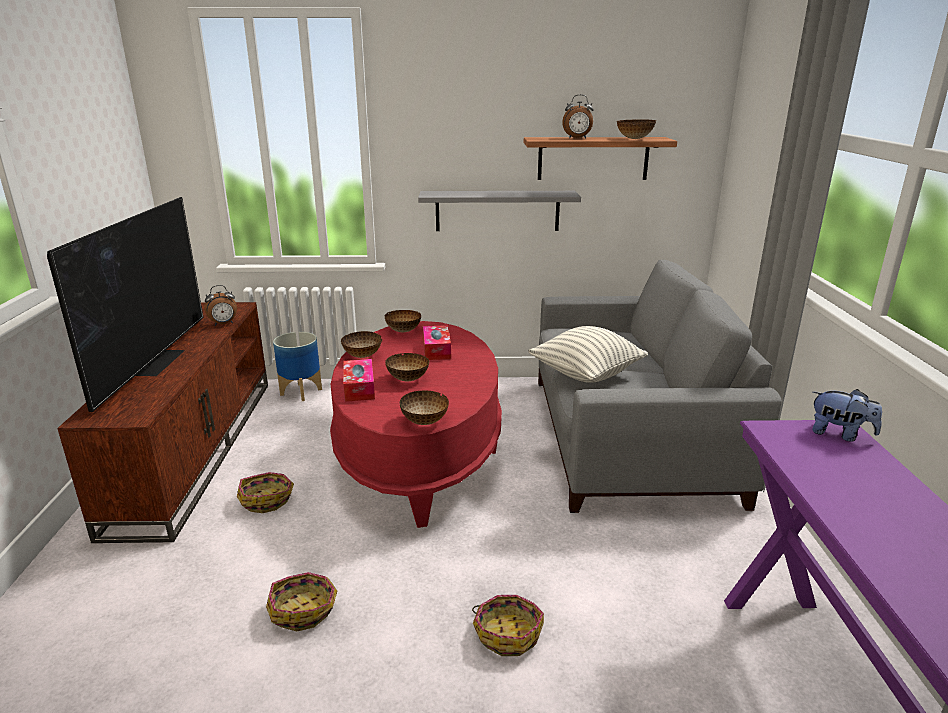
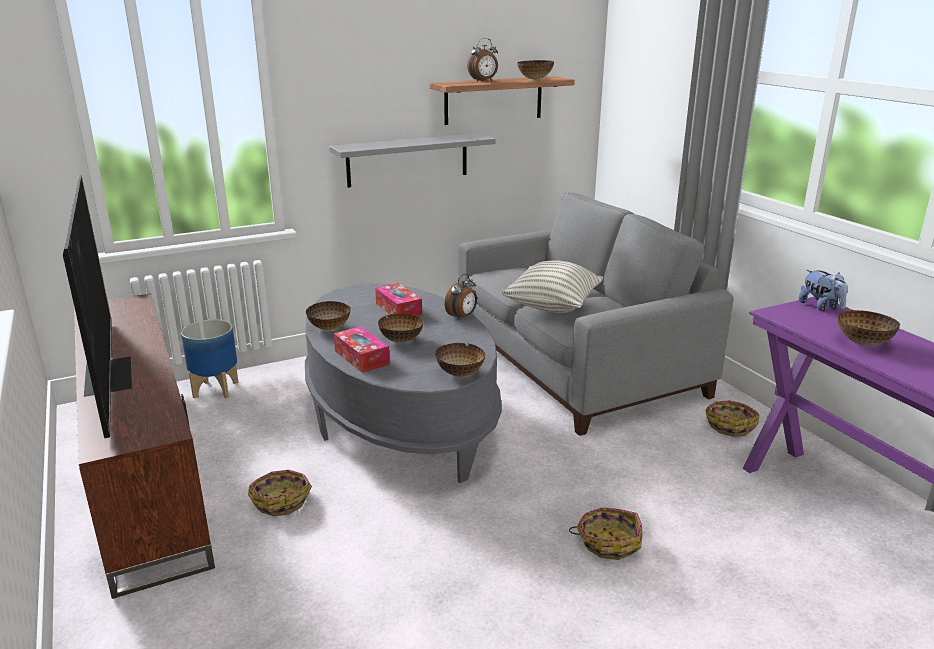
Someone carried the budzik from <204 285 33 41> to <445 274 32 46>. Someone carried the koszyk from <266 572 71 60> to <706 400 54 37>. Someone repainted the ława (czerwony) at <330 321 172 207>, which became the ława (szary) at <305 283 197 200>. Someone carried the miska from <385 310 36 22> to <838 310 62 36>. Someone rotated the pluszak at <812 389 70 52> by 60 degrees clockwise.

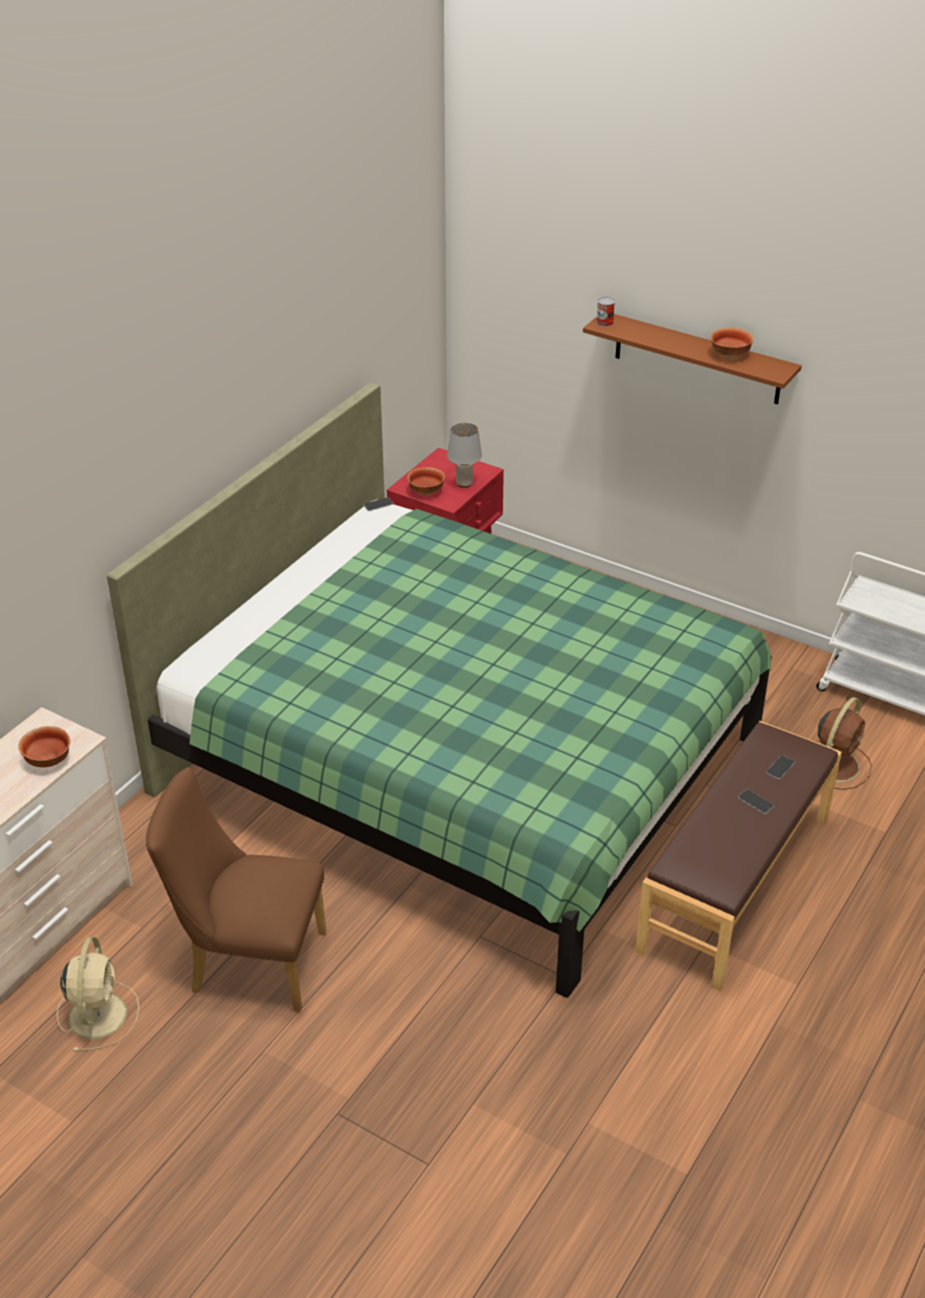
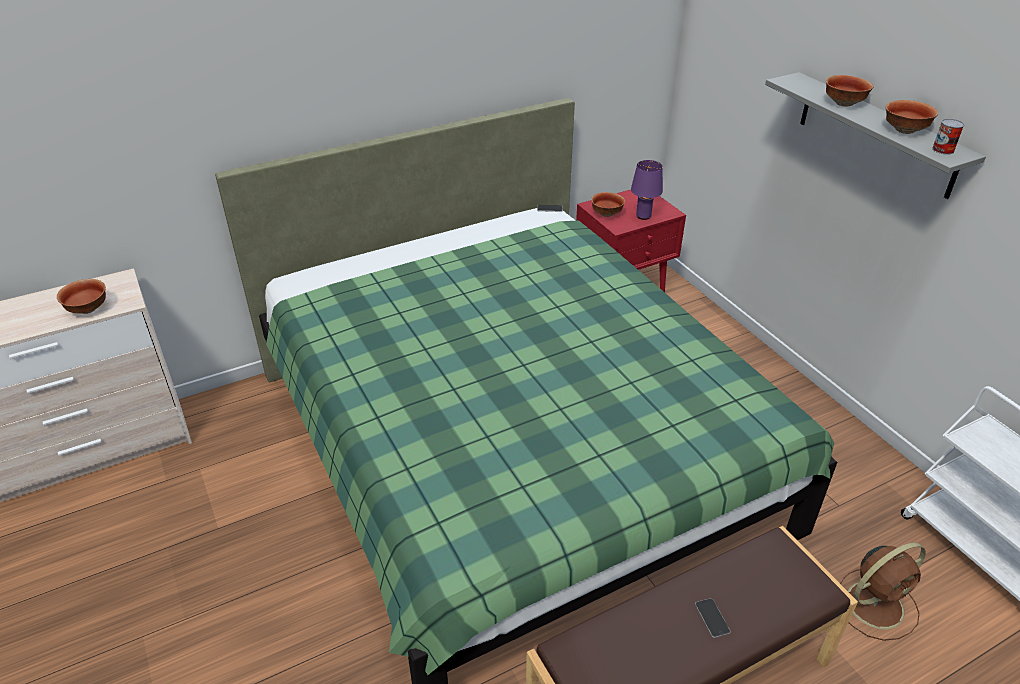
Someone took away the wentylator (beżowy) at <57 937 82 115>. Someone took away the krzesło (brązowy) at <146 767 181 245>. Someone repainted the lampa stołowa (szary) at <447 423 35 65>, which became the lampa stołowa (fioletowy) at <631 160 32 60>. Someone repainted the półka (brązowy) at <583 314 219 90>, which became the półka (szary) at <765 72 221 127>. Someone carried the puszka from <596 297 19 30> to <932 119 32 36>. Someone took away the telefon at <766 755 29 24>. Someone put down the miska at <826 75 47 31>.

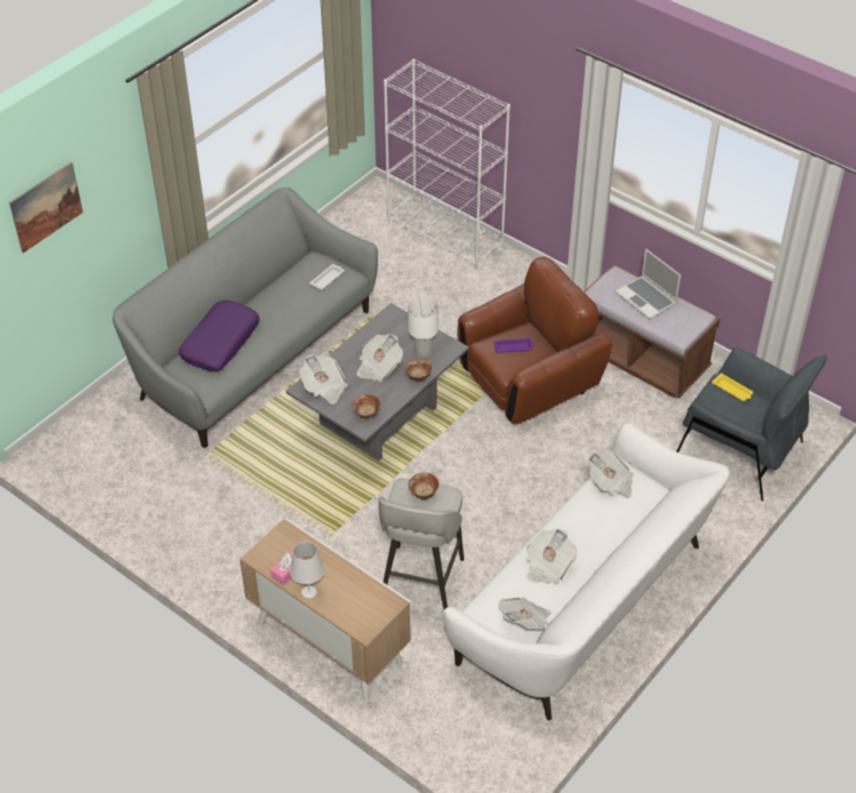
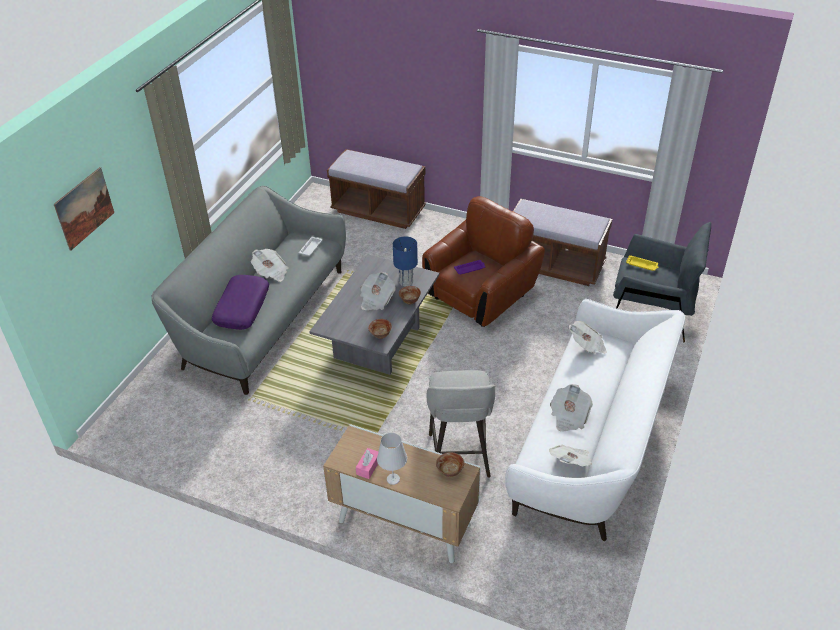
Someone carried the gazeta from <299 355 49 49> to <251 249 38 33>. Someone swapped the regał (biały) at <384 59 126 211> for the ławka (brązowy) at <327 149 99 80>. Someone repainted the lampa stołowa (biały) at <408 297 31 60>, which became the lampa stołowa (niebieski) at <393 236 25 50>. Someone carried the miska from <408 472 31 27> to <436 452 28 25>. Someone took away the laptop at <615 249 66 71>.

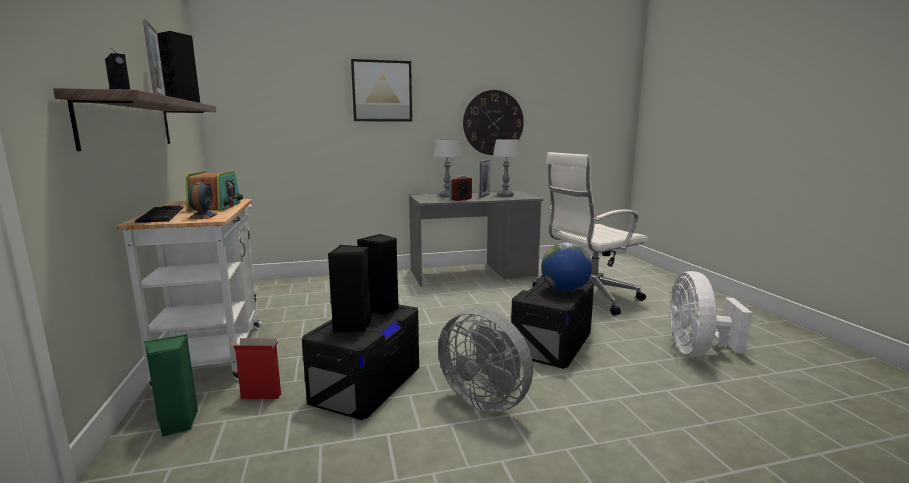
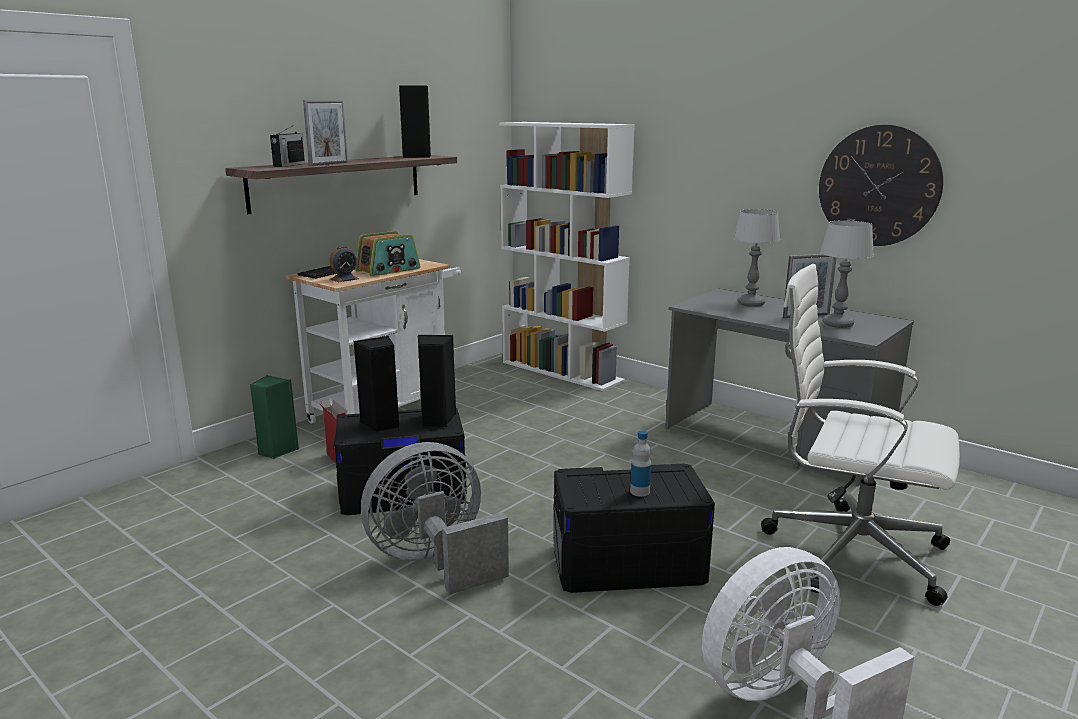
Someone took away the obraz at <351 59 61 63>. Someone rotated the wentylator (szary) at <438 308 95 105> by 60 degrees clockwise. Someone took away the budzik at <450 175 22 26>. Someone swapped the globus at <541 242 51 50> for the butelka at <630 430 21 67>. Someone put down the regał (biały) at <499 122 136 269>.

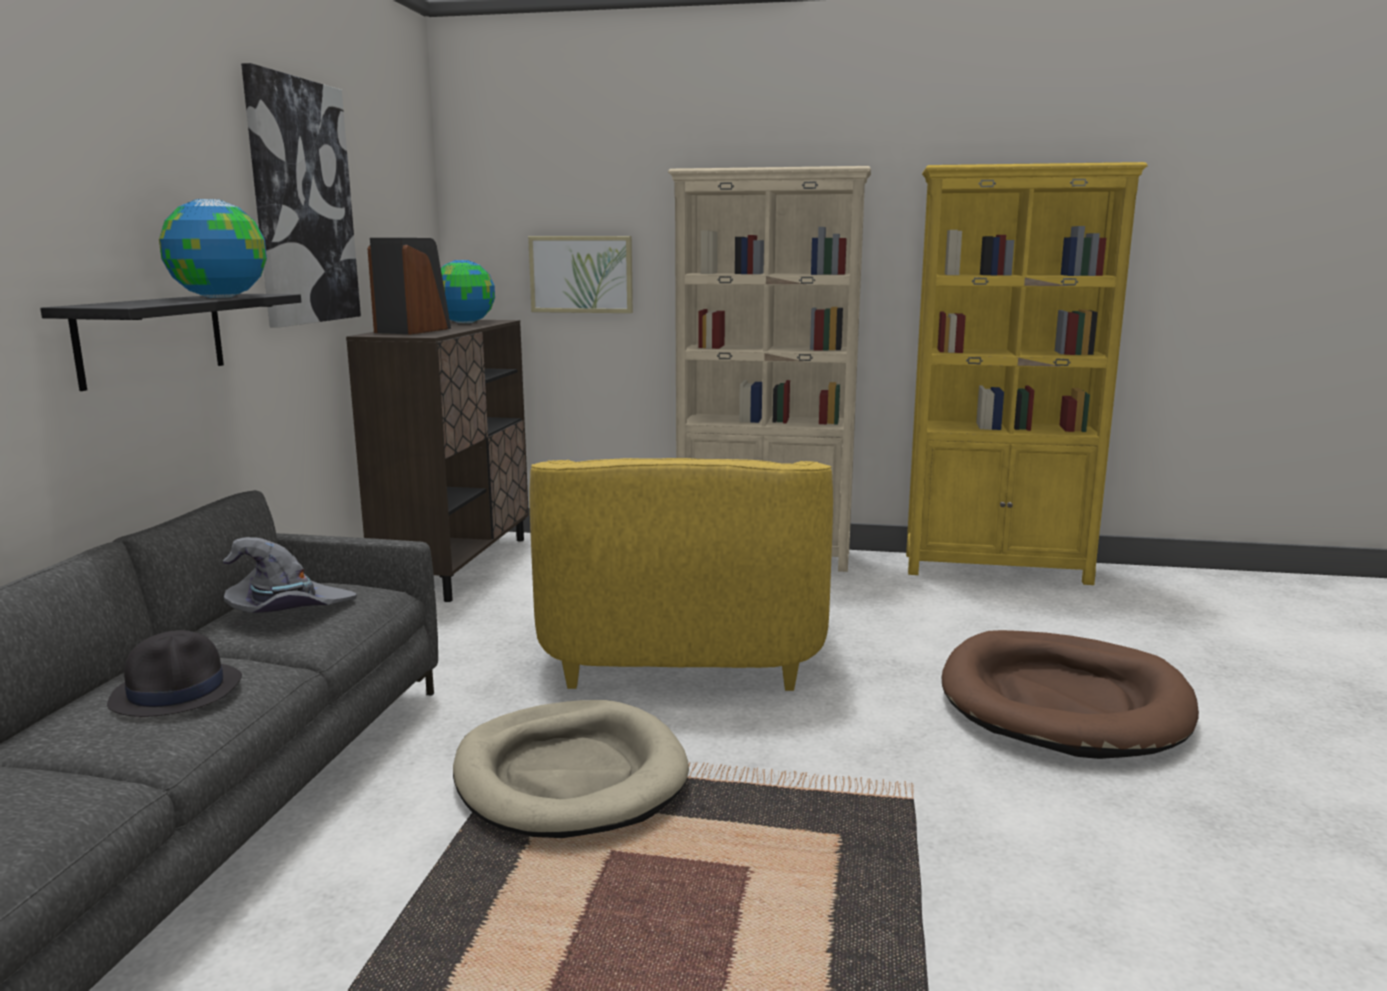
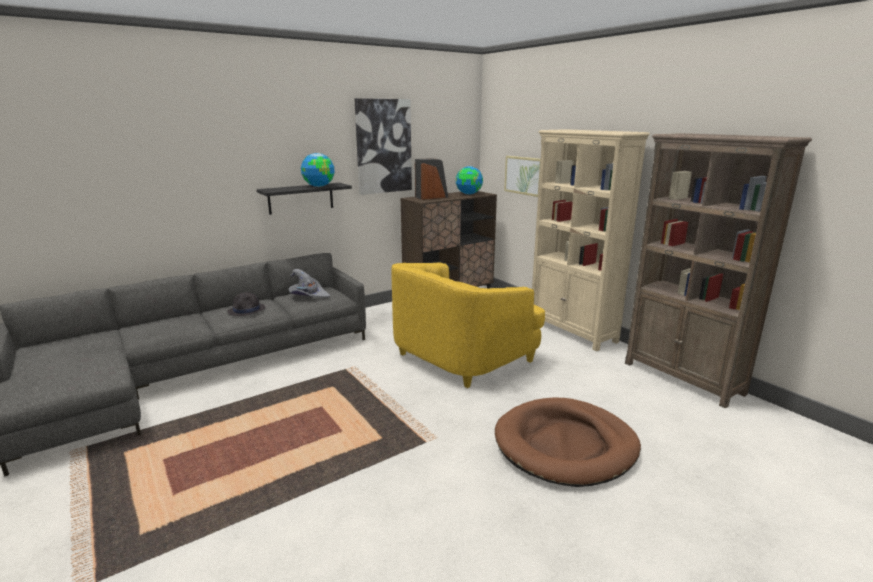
Someone took away the legowisko (beżowy) at <453 700 236 138>. Someone repainted the regał (żółty) at <906 162 242 423>, which became the regał (brązowy) at <625 133 187 275>.

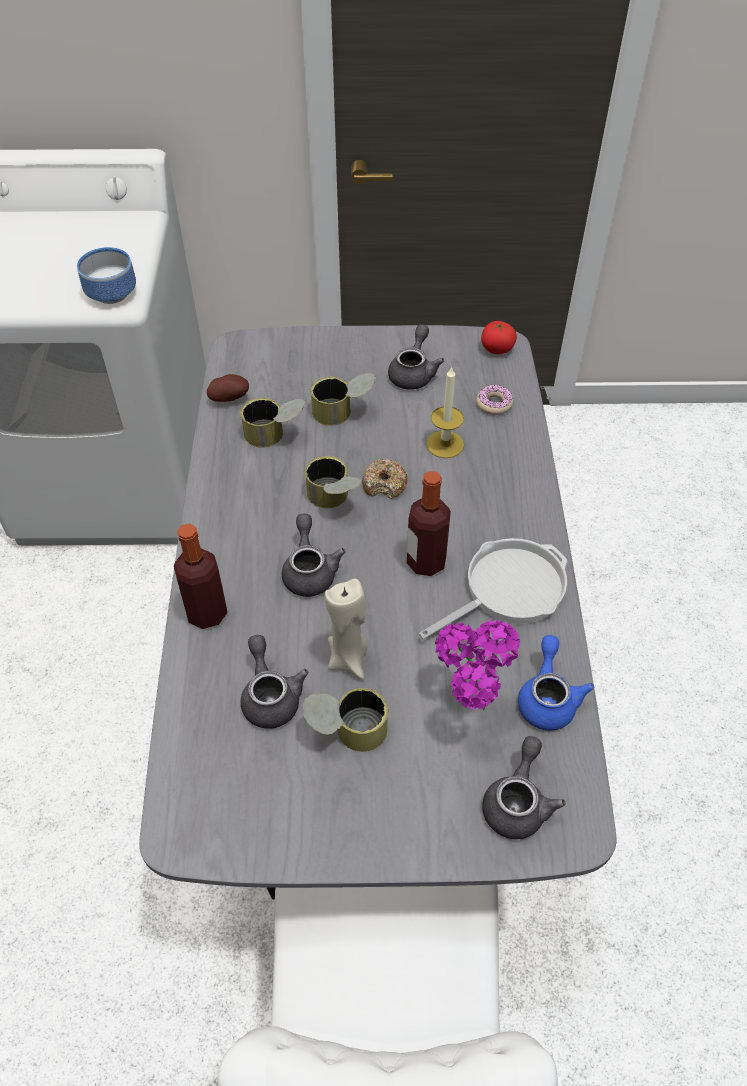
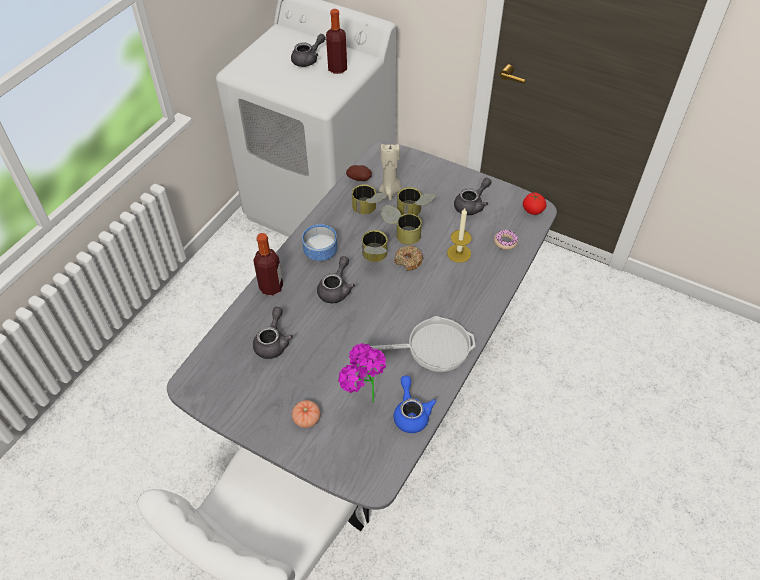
Someone carried the miska from <77 247 59 57> to <302 224 36 37>. Someone carried the puszka from <303 688 85 64> to <381 205 41 40>. Someone carried the świeca (beżowy) from <325 579 43 101> to <379 144 23 57>. Someone carried the butelka from <407 471 44 105> to <326 9 21 65>. Someone carried the imbryk (szary) from <482 736 84 103> to <291 34 35 33>. Someone rotated the imbryk (niebieski) at <518 635 76 96> by 45 degrees counterclockwise. Someone put down the pomidor at <292 400 29 28>.

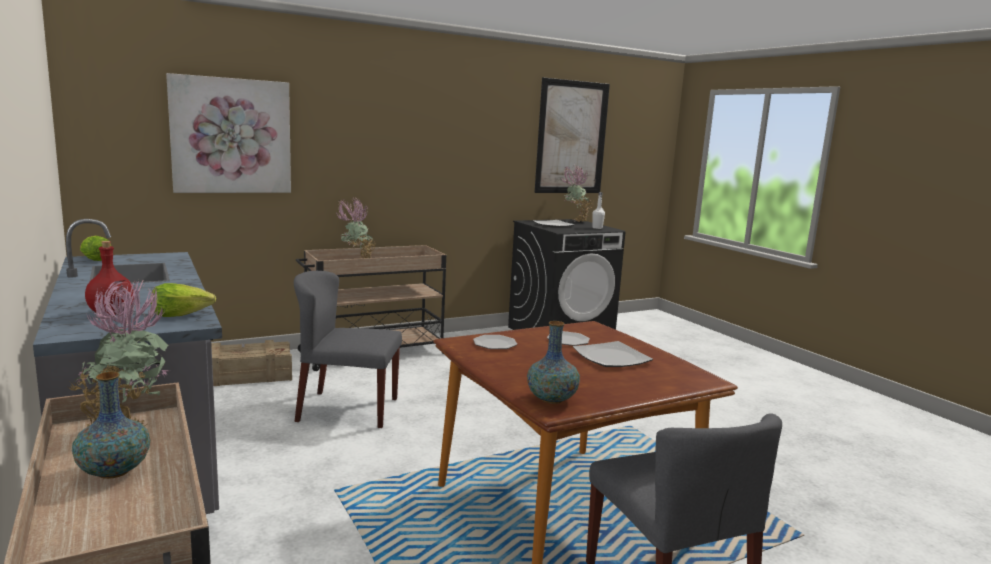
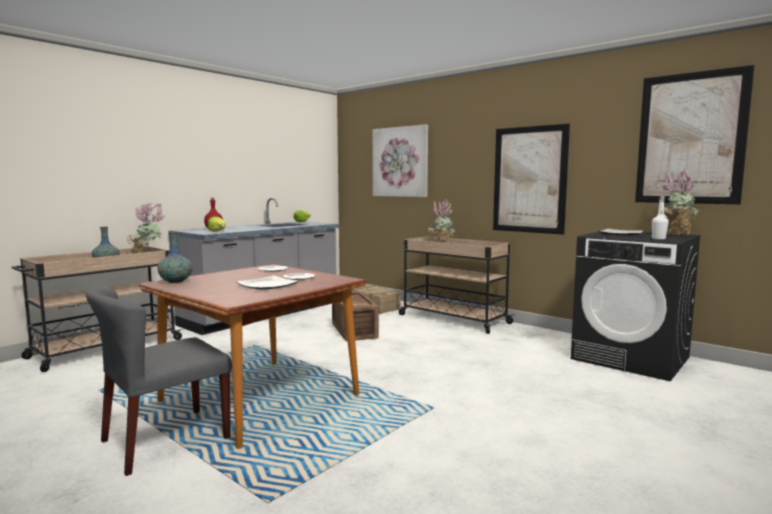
Someone swapped the krzesło (szary) at <294 271 108 157> for the skrzynka at <332 292 47 49>. Someone put up the obraz at <493 123 77 112>.

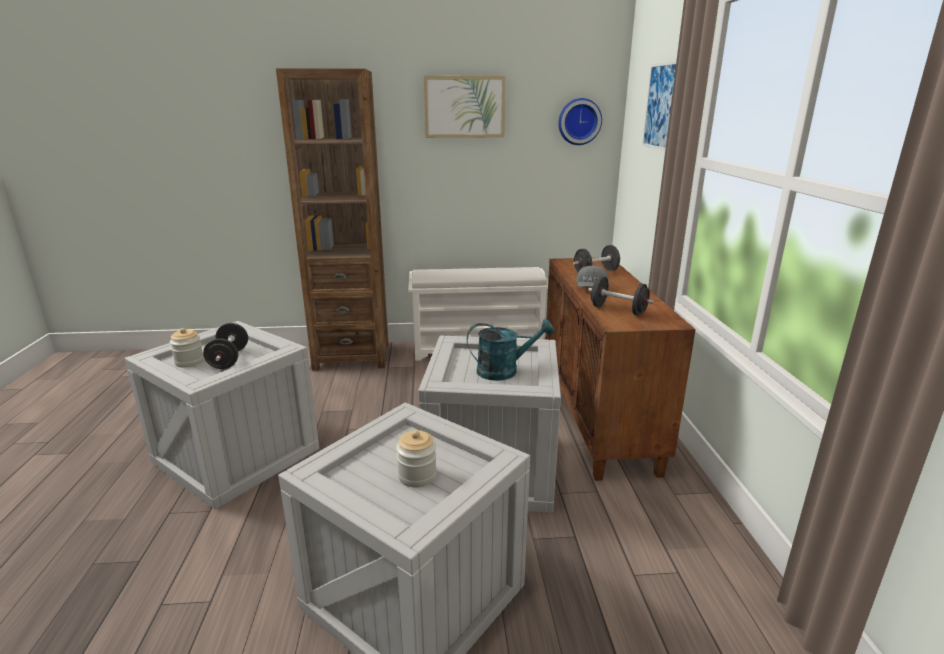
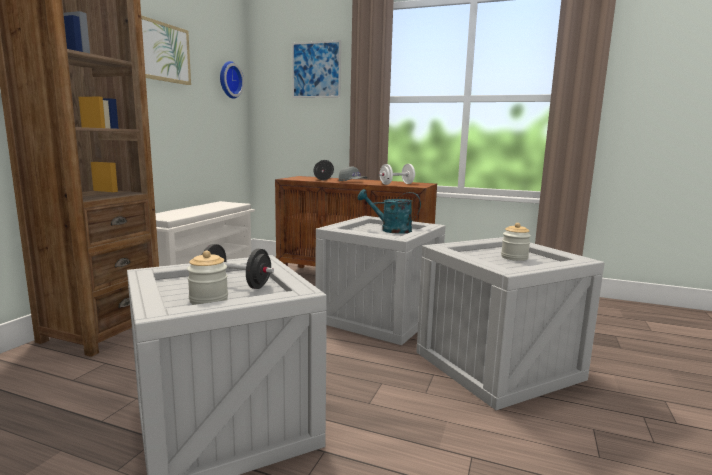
Someone rotated the konewka (turkusowy) at <467 319 87 62> by 90 degrees counterclockwise. Someone repainted the hantel (czarny) at <588 276 66 40>, which became the hantel (biały) at <379 164 36 21>.

